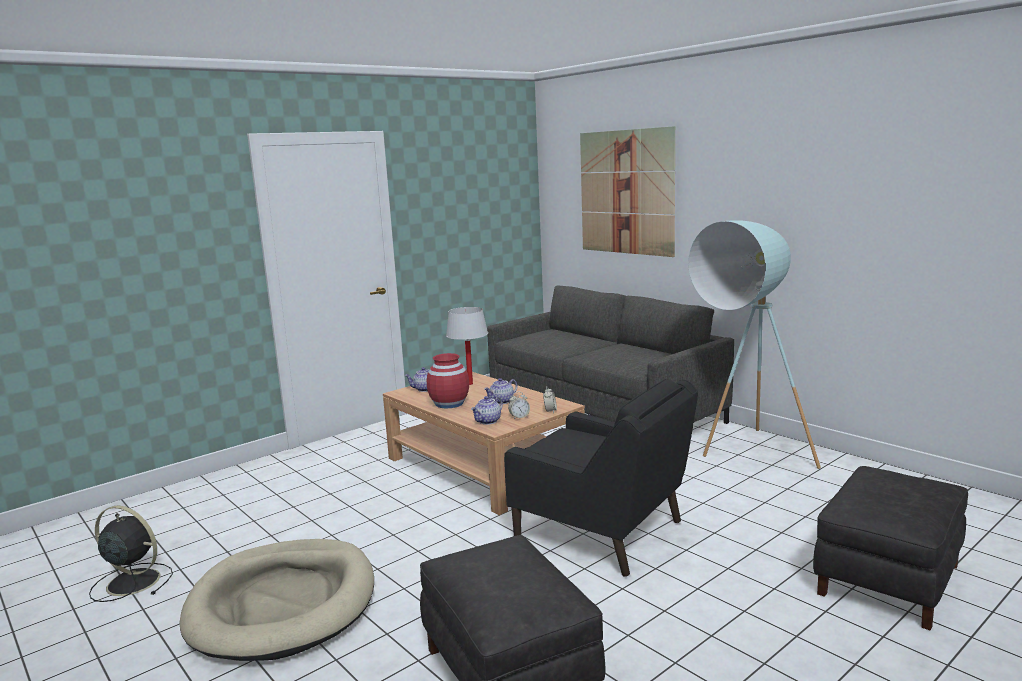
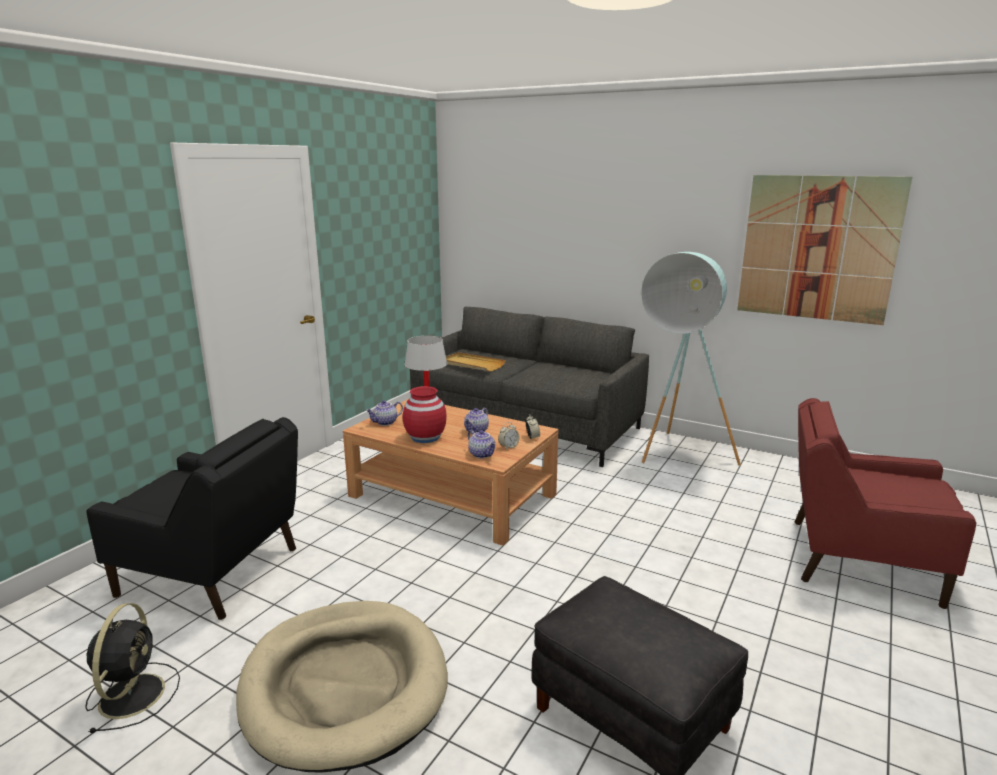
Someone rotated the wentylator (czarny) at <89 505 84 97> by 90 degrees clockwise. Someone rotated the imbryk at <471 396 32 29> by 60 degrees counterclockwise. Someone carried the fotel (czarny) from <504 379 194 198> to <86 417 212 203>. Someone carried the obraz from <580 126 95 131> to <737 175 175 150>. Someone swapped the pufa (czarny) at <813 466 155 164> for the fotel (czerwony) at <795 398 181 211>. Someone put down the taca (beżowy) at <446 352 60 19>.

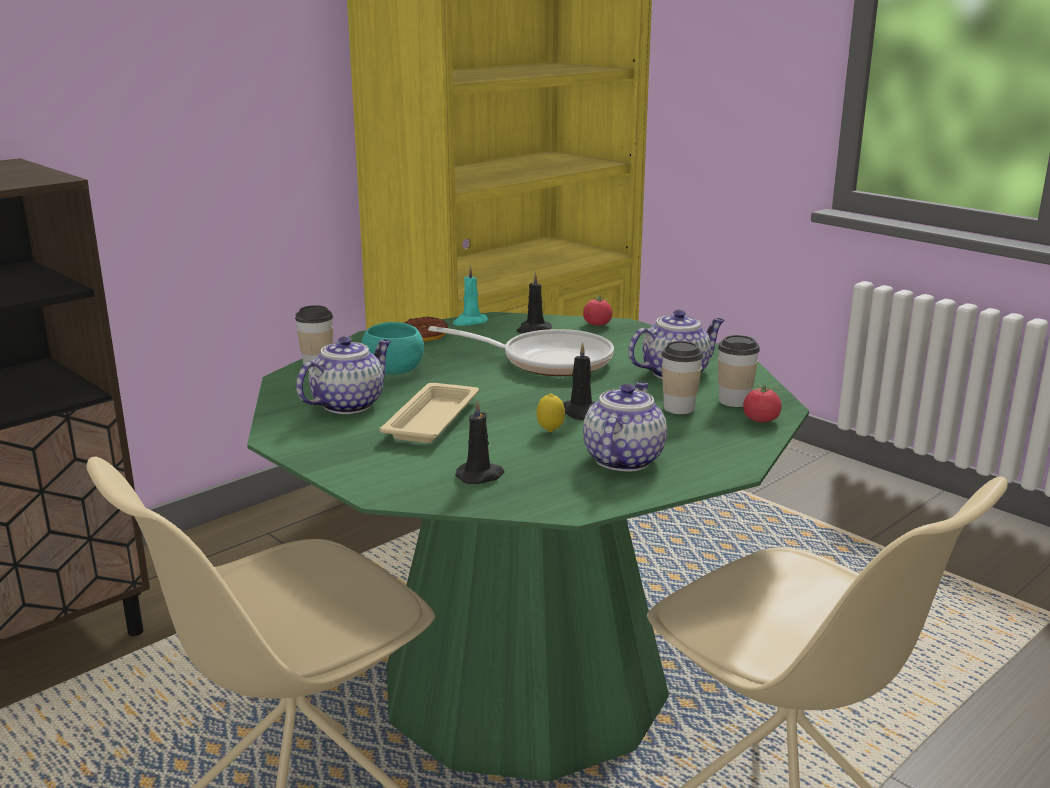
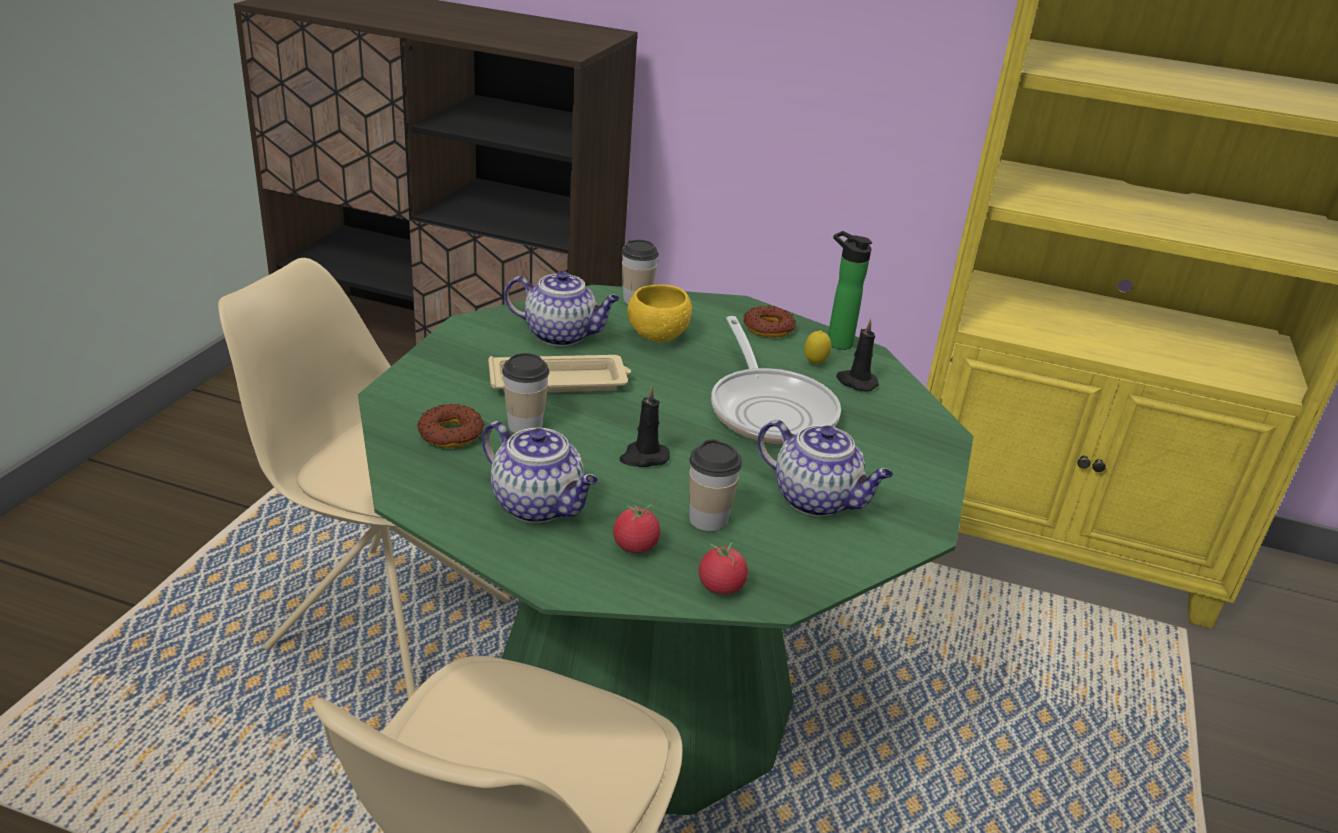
Someone repainted the miska (turkusowy) at <361 322 63 53>, which became the miska (żółty) at <627 285 65 57>. Someone swapped the świeca (turkusowy) at <453 266 35 60> for the butelka at <828 231 44 119>. Someone swapped the świeca (czarny) at <455 399 49 85> for the donut at <417 404 67 44>. Someone carried the cytryna from <537 394 28 38> to <804 330 27 35>. Someone carried the pomidor from <583 294 29 32> to <613 504 47 49>. Someone rotated the imbryk at <583 382 84 89> by 45 degrees clockwise. Someone carried the filiżanka from <718 335 42 72> to <502 353 48 80>.

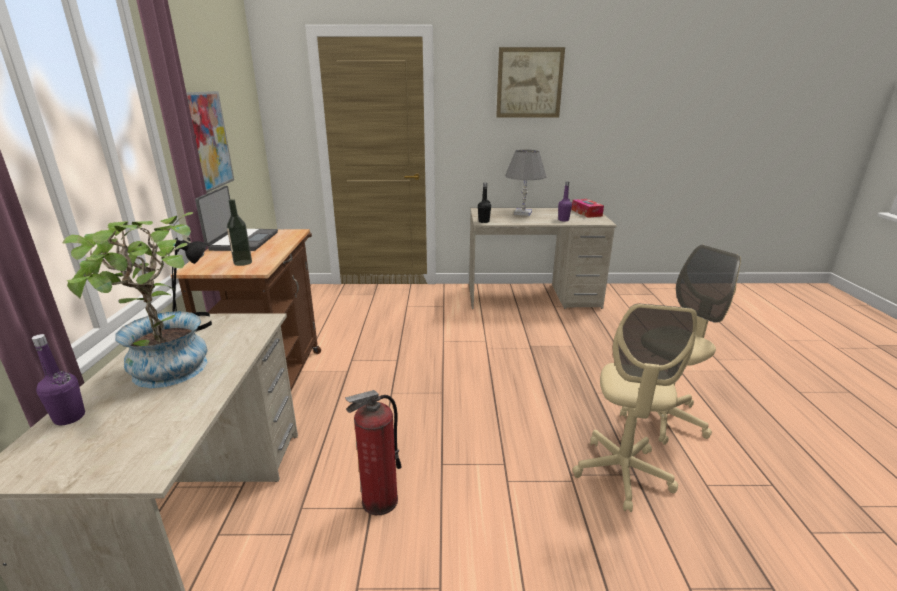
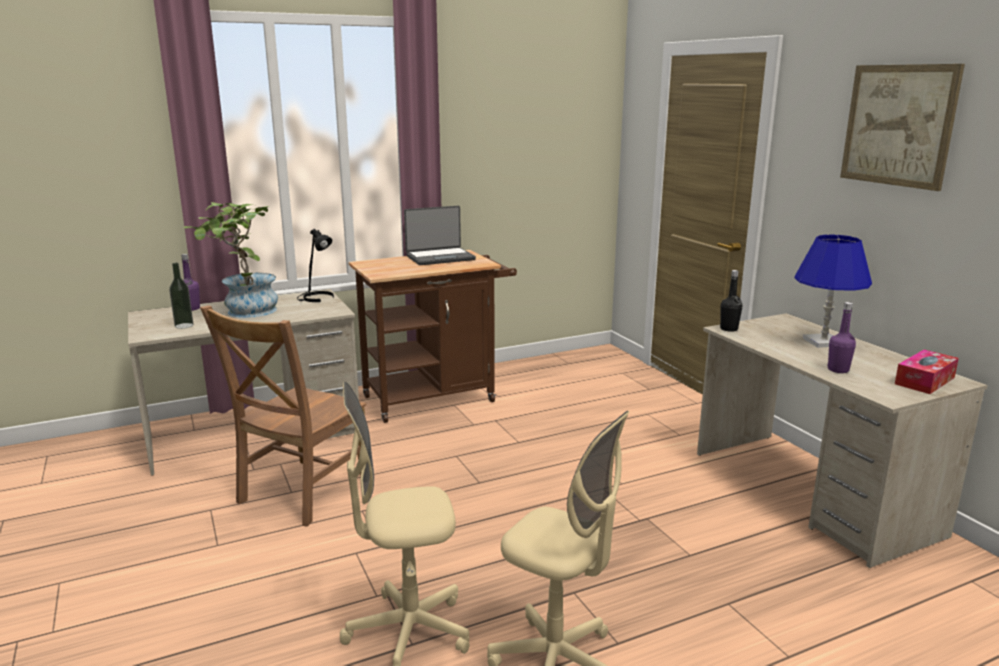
Someone took away the obraz at <186 91 48 102>. Someone carried the butelka from <227 199 25 67> to <169 263 24 66>. Someone swapped the gaśnica at <345 390 57 125> for the krzesło (brązowy) at <200 305 166 222>. Someone repainted the lampa stołowa (szary) at <505 150 41 66>, which became the lampa stołowa (niebieski) at <794 234 78 114>.

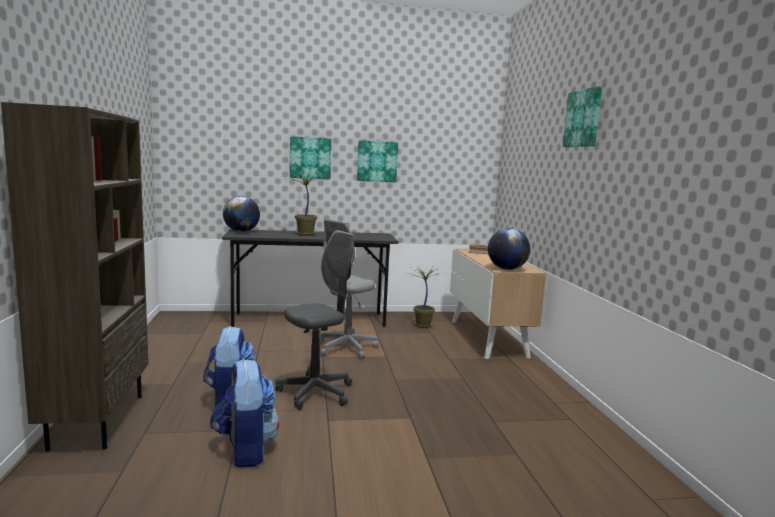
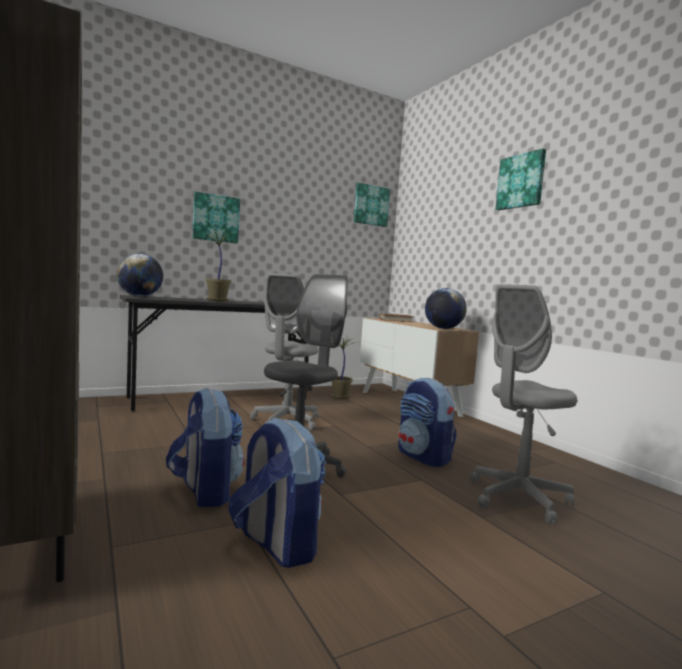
Someone carried the obraz from <357 140 41 43> to <354 183 36 44>. Someone put down the plecak at <398 378 59 89>. Someone put down the krzesło biurowe (szary) at <470 284 107 240>.

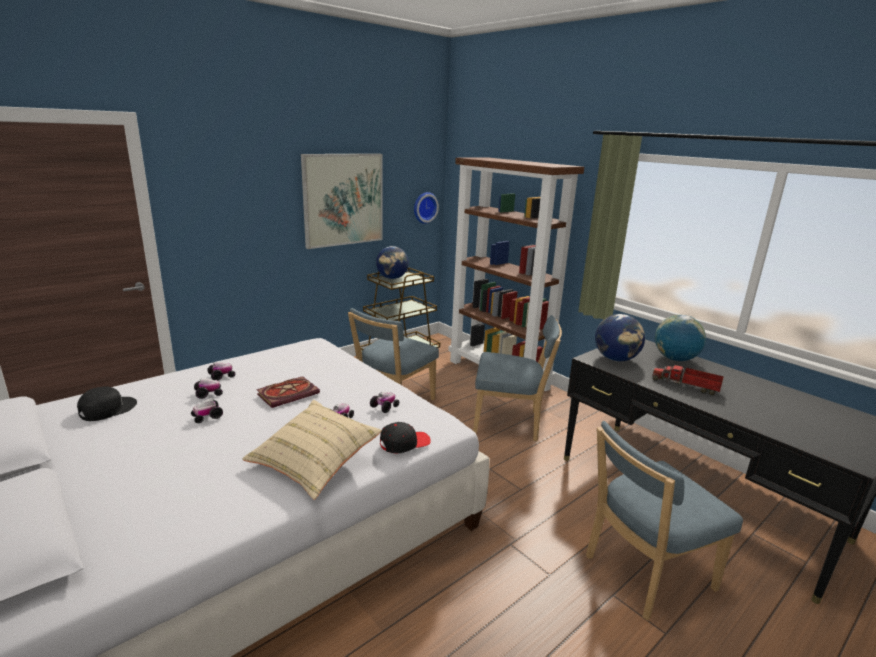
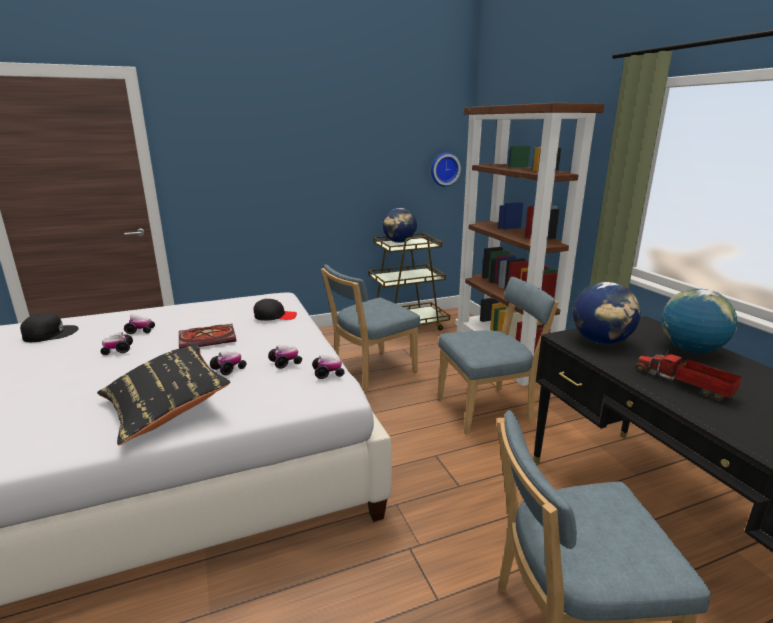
Someone carried the samochodzik from <207 362 28 18> to <312 355 33 24>. Someone repainted the poduszka (beżowy) at <242 400 140 100>, which became the poduszka (czarny) at <97 343 134 102>. Someone took away the obraz at <301 154 82 95>. Someone carried the czapka z daszkiem (czarny) from <380 422 51 31> to <253 299 44 22>. Someone rotated the krzesło (niebieski) at <473 315 89 127> by 45 degrees counterclockwise.

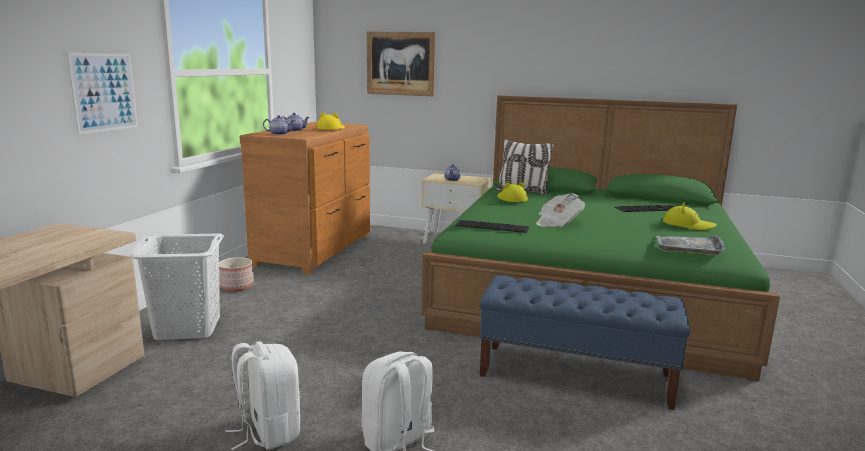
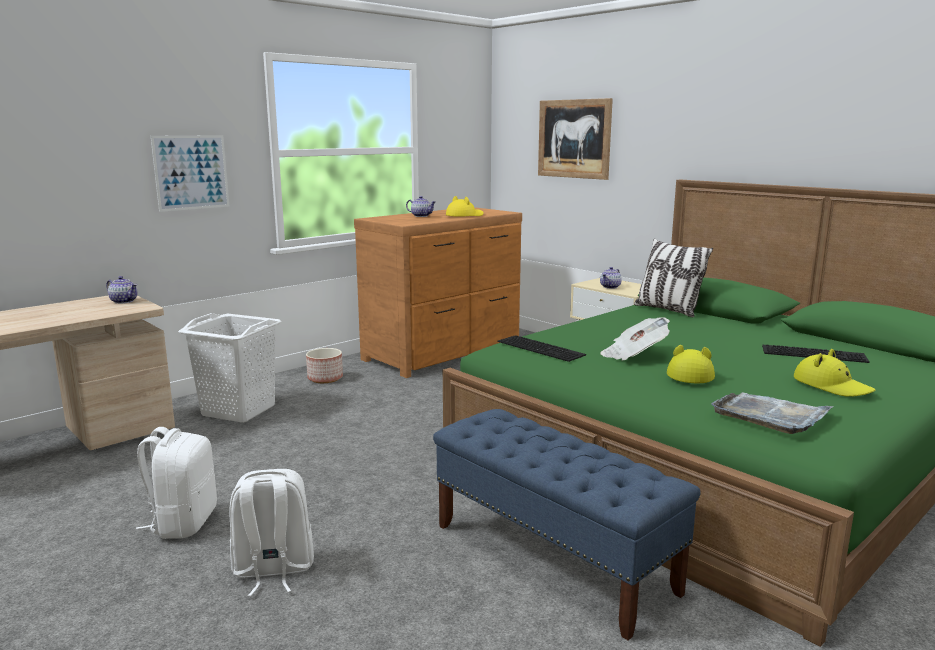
Someone carried the imbryk from <263 115 32 20> to <106 276 32 28>. Someone carried the kapelusz (żółty) from <498 182 30 20> to <667 345 48 38>.

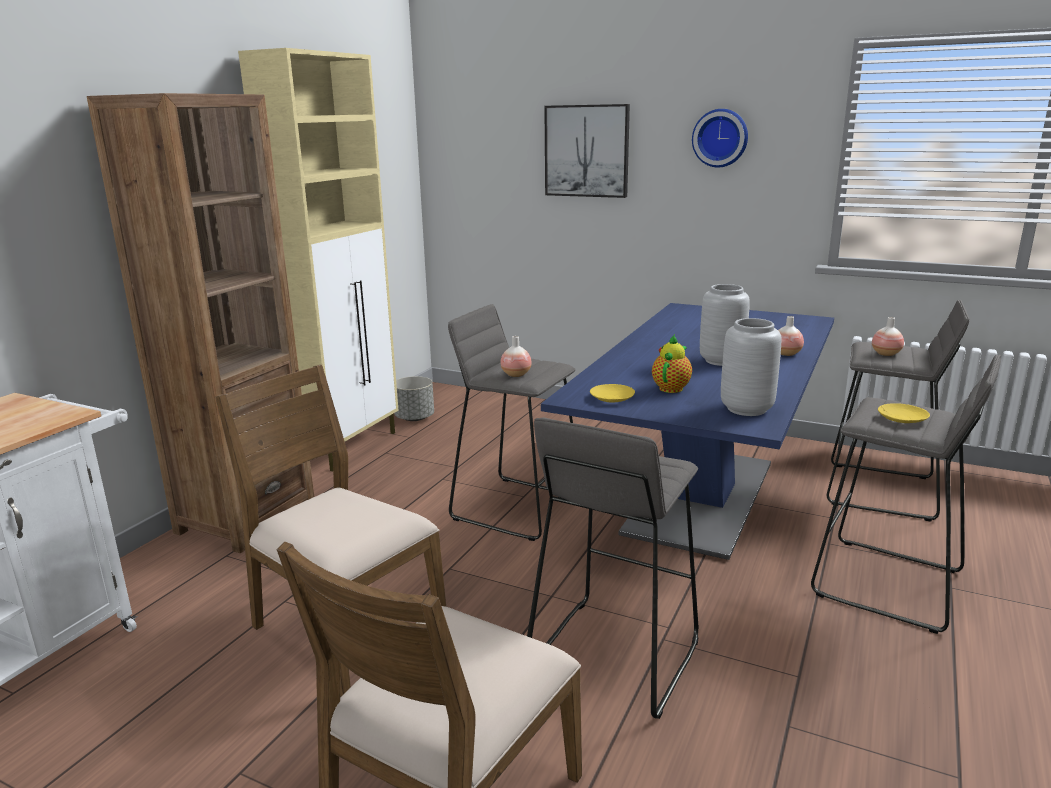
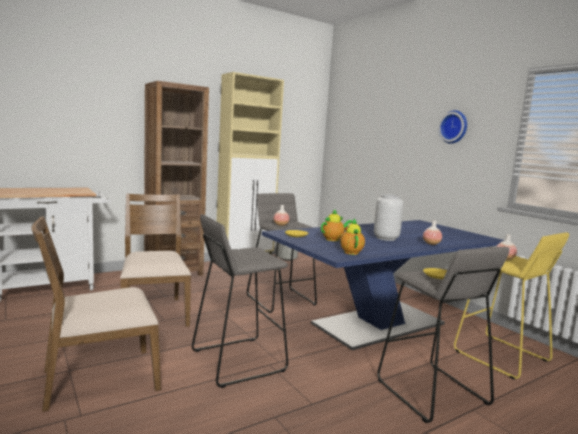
Someone took away the obraz at <544 104 86 94>. Someone swapped the wazon (szary) at <721 318 61 98> for the imbryk at <340 218 25 37>. Someone repainted the stołek (szary) at <827 300 142 222>, which became the stołek (żółty) at <454 232 115 148>.

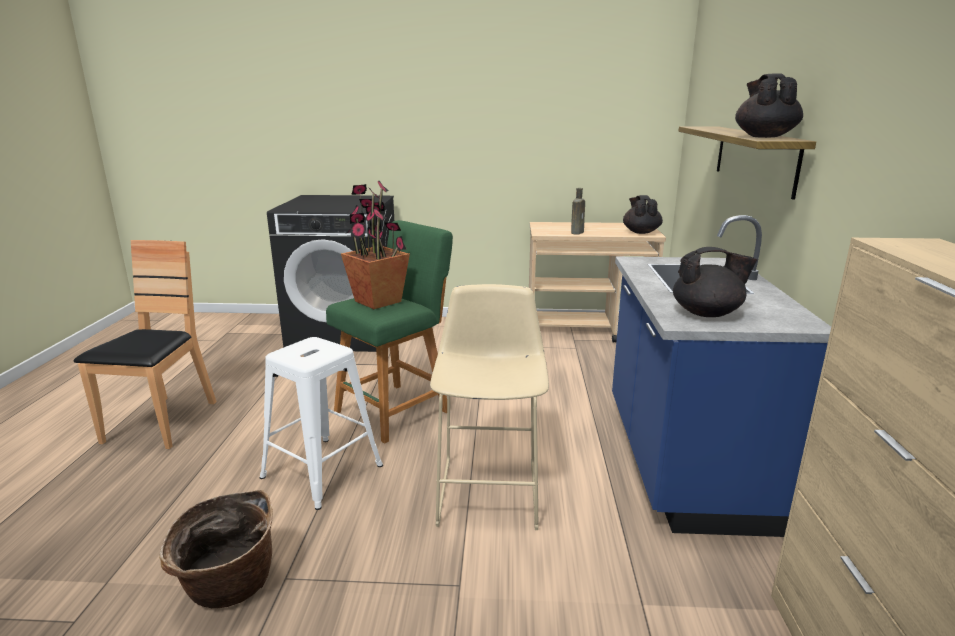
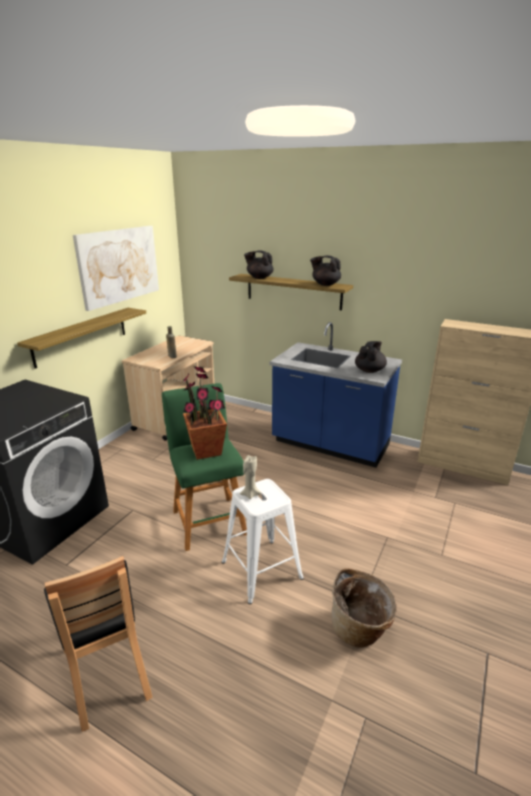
Someone rotated the krzesło (brązowy) at <74 240 143 209> by 150 degrees counterclockwise. Someone took away the stołek (beżowy) at <430 284 119 246>. Someone carried the imbryk (czarny) from <623 195 40 39> to <244 251 29 28>. Someone put up the półka at <17 308 129 61>. Someone put up the obraz at <73 226 86 85>. Someone put down the świeca (beżowy) at <240 455 22 44>.

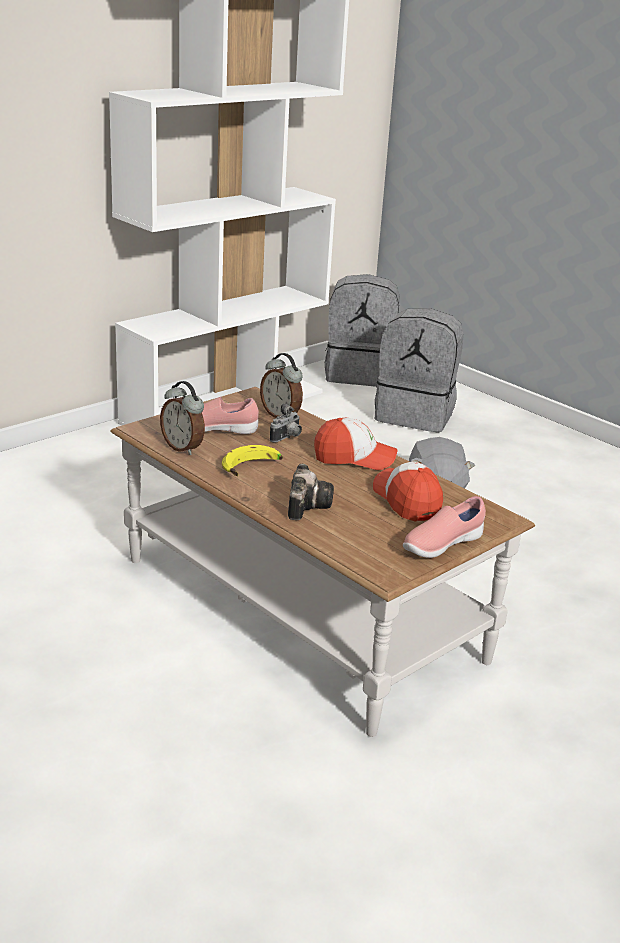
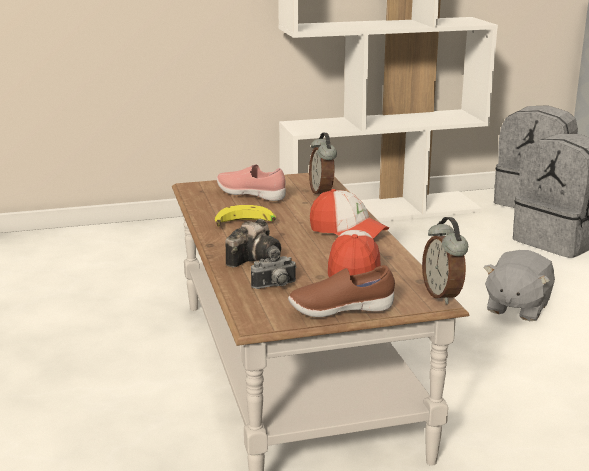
Someone carried the budzik from <160 381 45 74> to <422 217 46 87>. Someone carried the aparat fotograficzny from <270 404 32 38> to <251 245 46 44>. Someone repainted the but (różowy) at <403 496 83 62>, which became the but (brązowy) at <288 265 107 52>.

